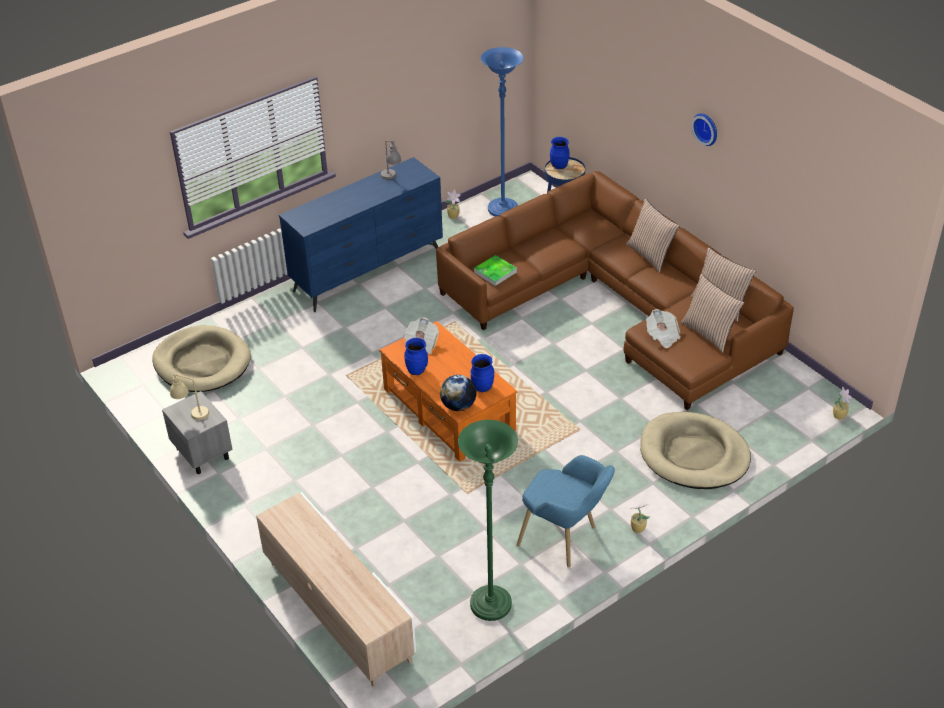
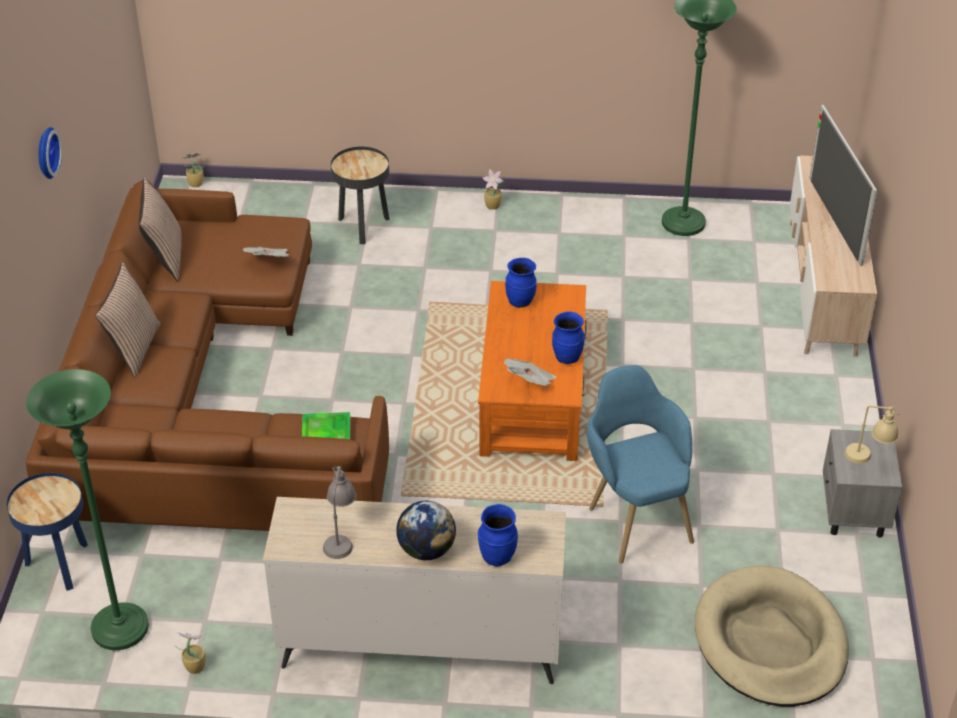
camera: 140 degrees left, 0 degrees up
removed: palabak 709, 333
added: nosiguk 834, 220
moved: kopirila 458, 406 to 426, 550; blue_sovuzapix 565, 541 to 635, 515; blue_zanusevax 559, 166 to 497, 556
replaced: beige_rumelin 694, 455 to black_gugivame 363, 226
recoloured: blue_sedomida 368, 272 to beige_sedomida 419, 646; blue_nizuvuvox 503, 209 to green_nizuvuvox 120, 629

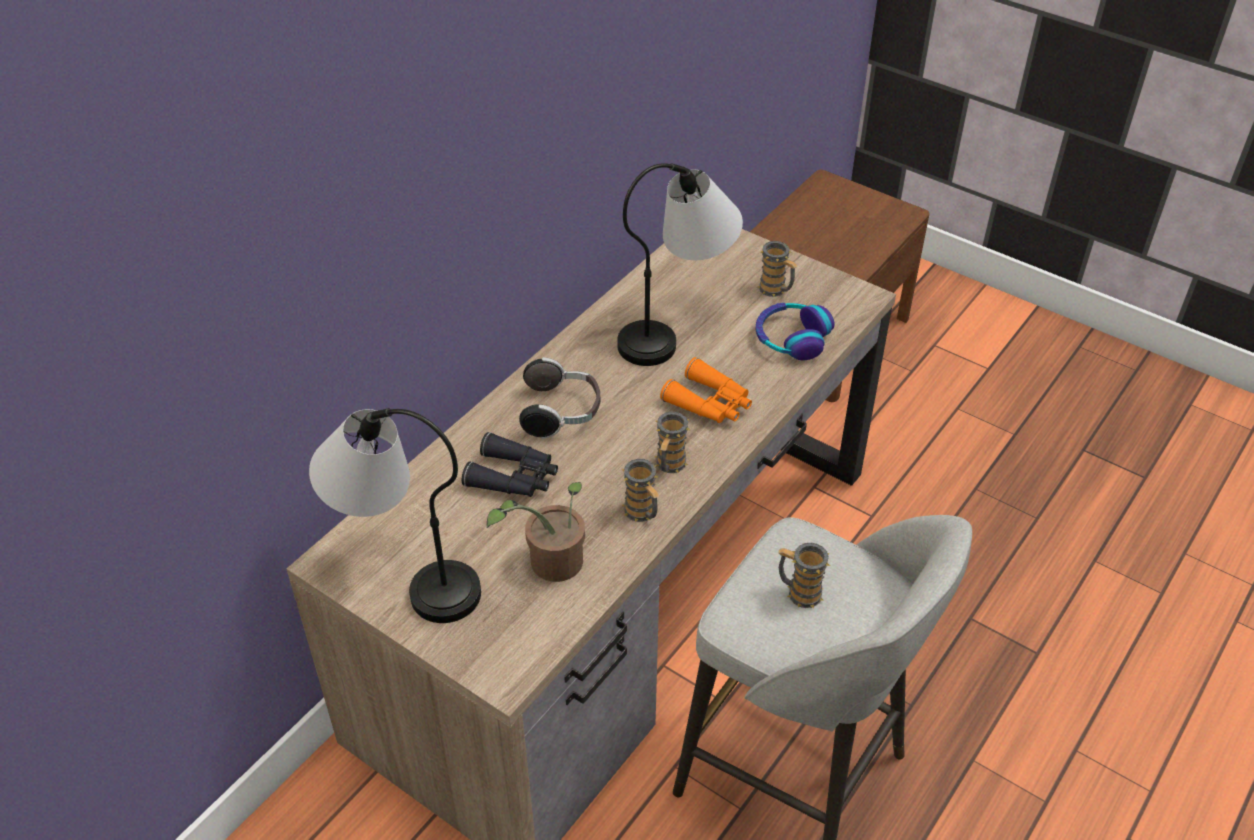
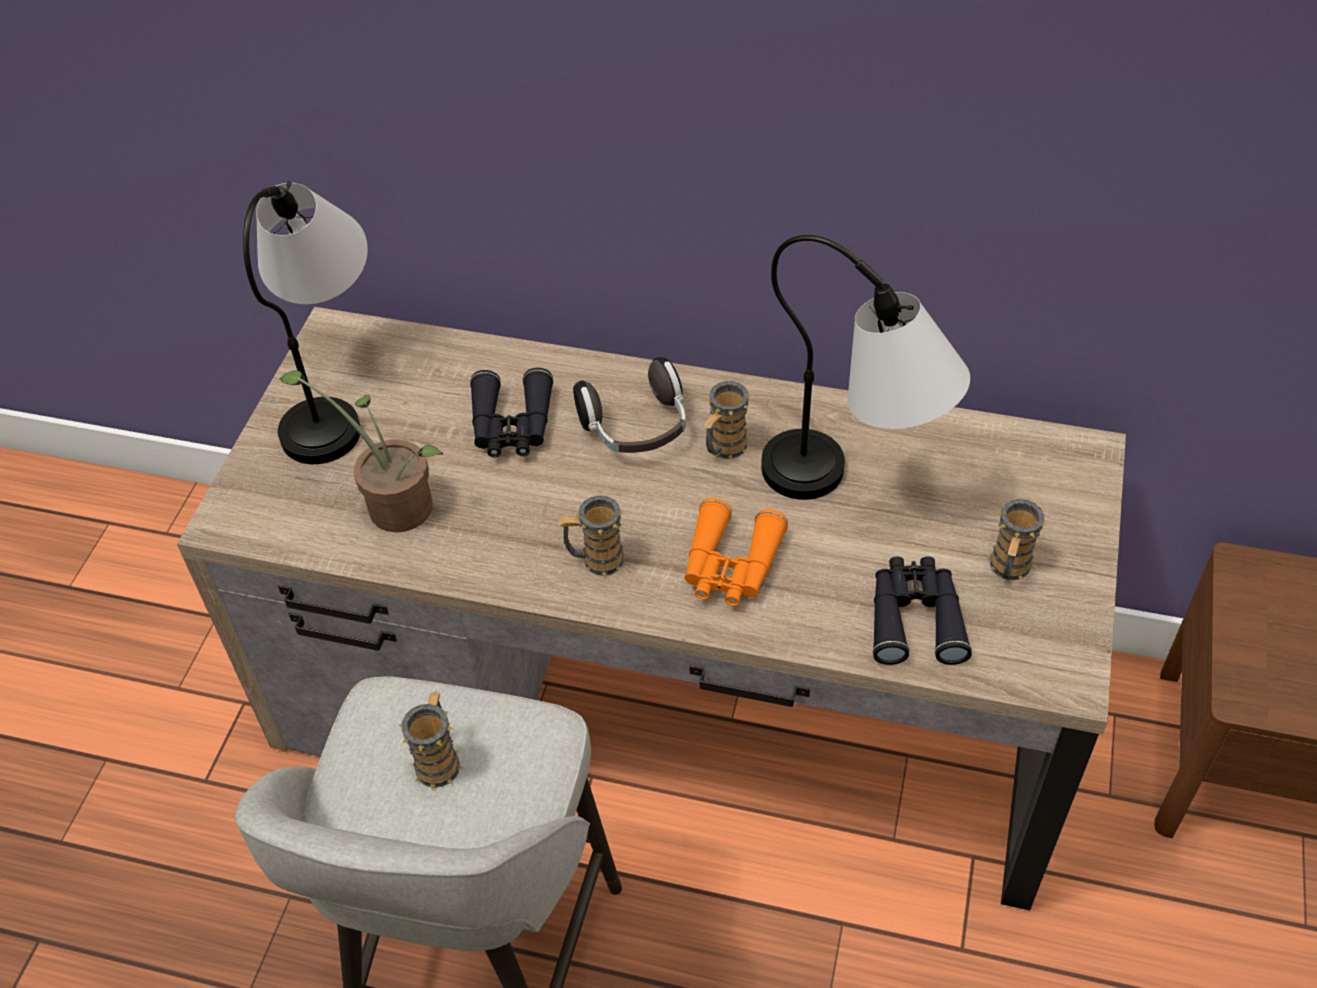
camera: 70 degrees right, 5 degrees up
moved: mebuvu 643, 514 to 724, 449
replaced: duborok 791, 338 to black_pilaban 915, 617

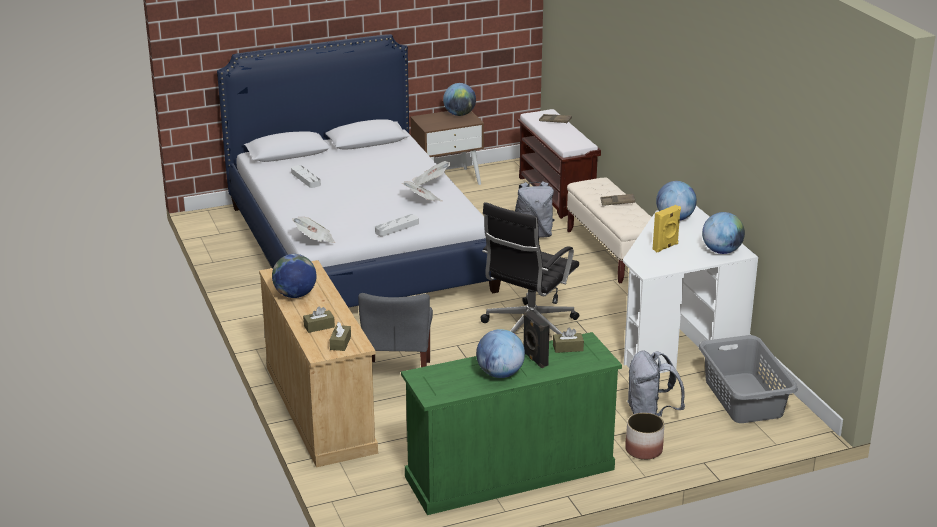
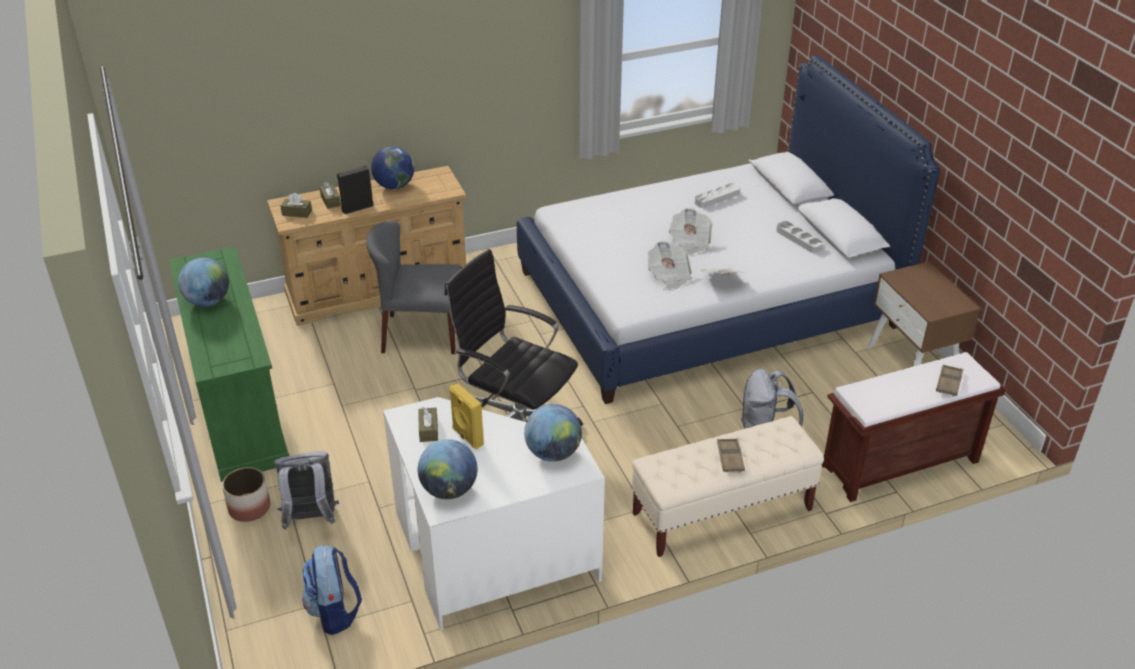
camera: 90 degrees right, 10 degrees up
removed: kopirila 459, 114
moved: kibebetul 315, 240 to 690, 242; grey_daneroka 397, 228 to 798, 239; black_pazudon 534, 359 to 357, 208; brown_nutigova 568, 348 to 428, 430
replaced: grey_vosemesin 744, 397 to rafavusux 335, 612

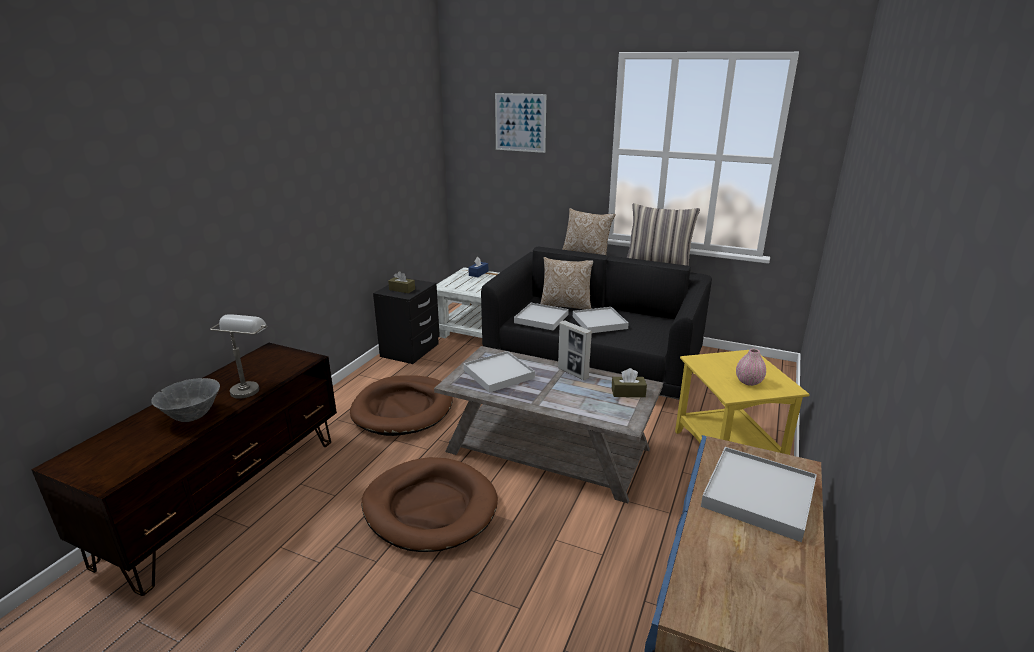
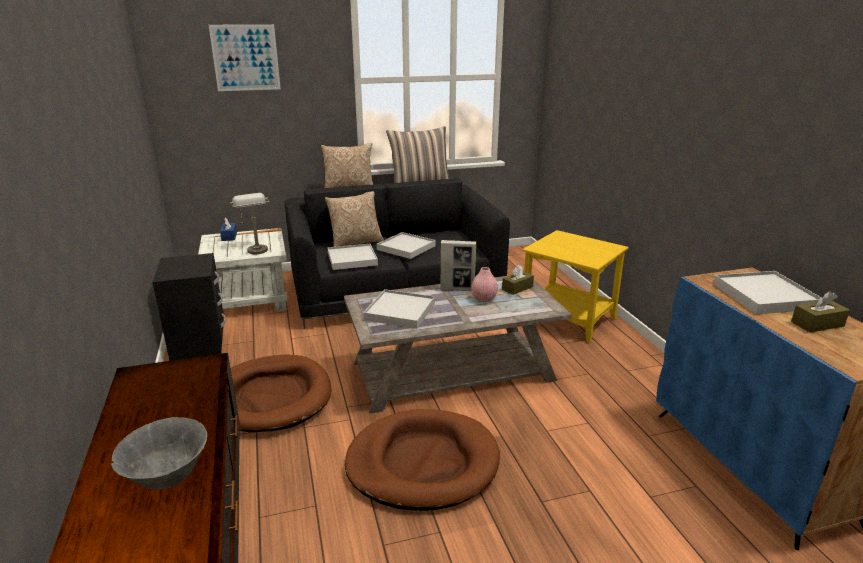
camera: 40 degrees left, 0 degrees up
moved: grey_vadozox 249, 386 to 255, 248; brown_nutigova 402, 289 to 817, 324; pink_zanusevax 748, 382 to 484, 299

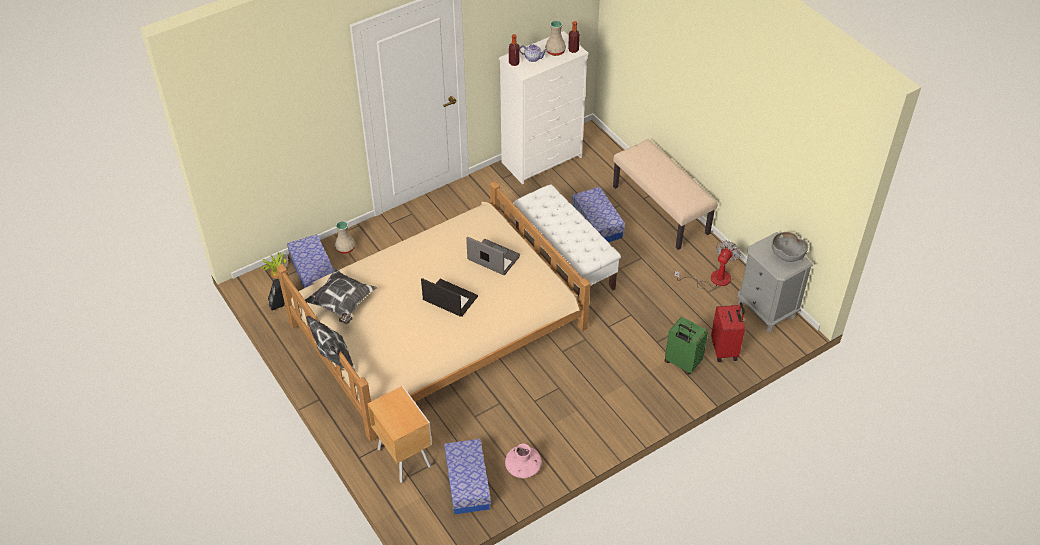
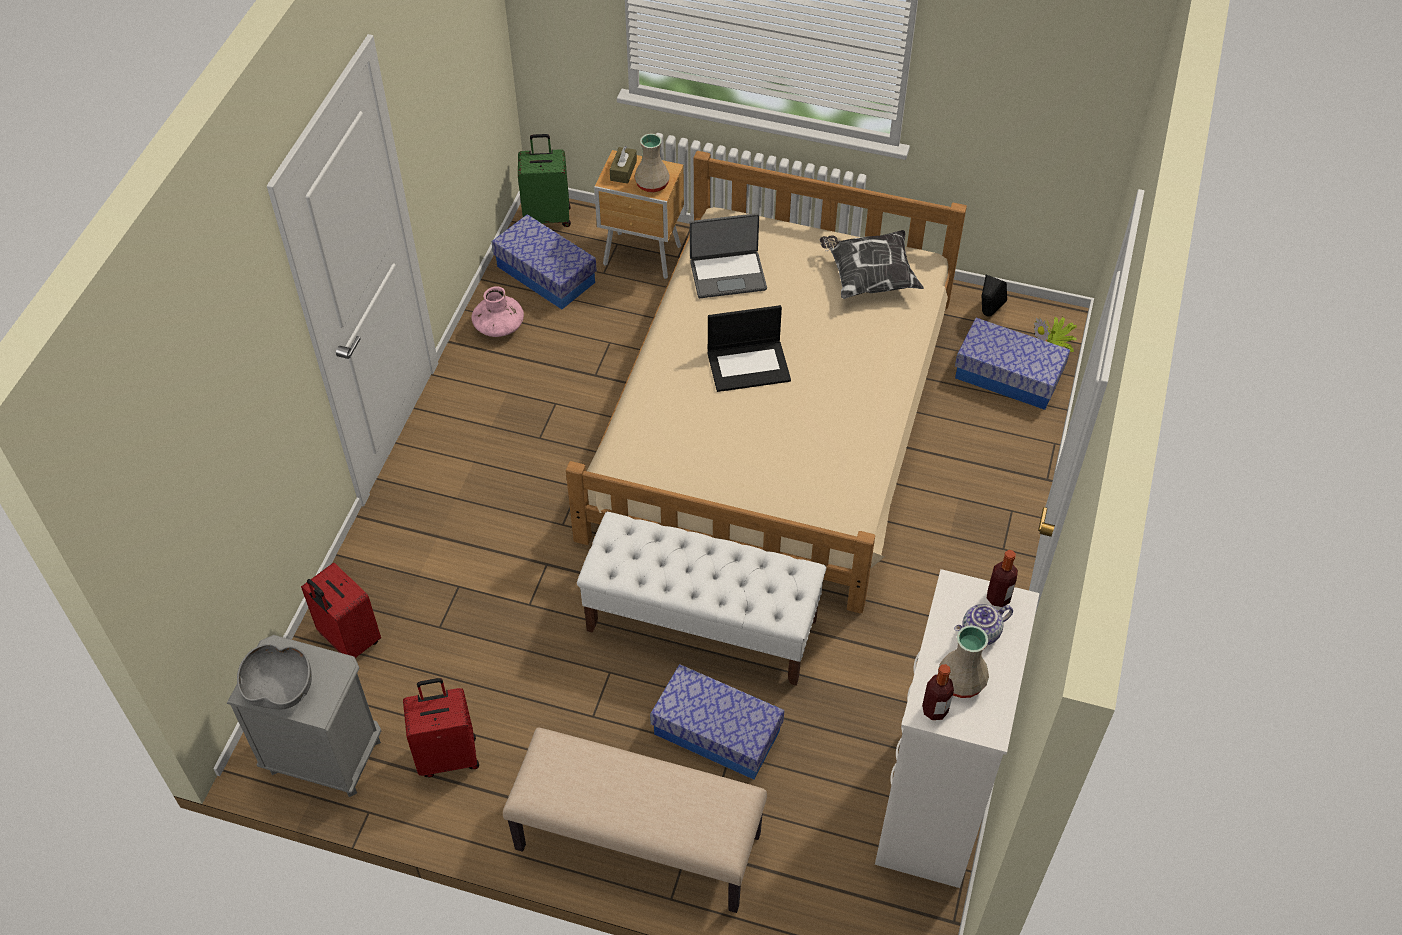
camera: 140 degrees right, 5 degrees up
removed: palabak 334, 361
added: brown_nutigova 623, 170
moved: beige_zanusevax 346, 248 to 652, 185; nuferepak 493, 259 to 728, 274; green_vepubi 682, 363 to 547, 216
replaced: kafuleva 712, 279 to red_vepubi 448, 755

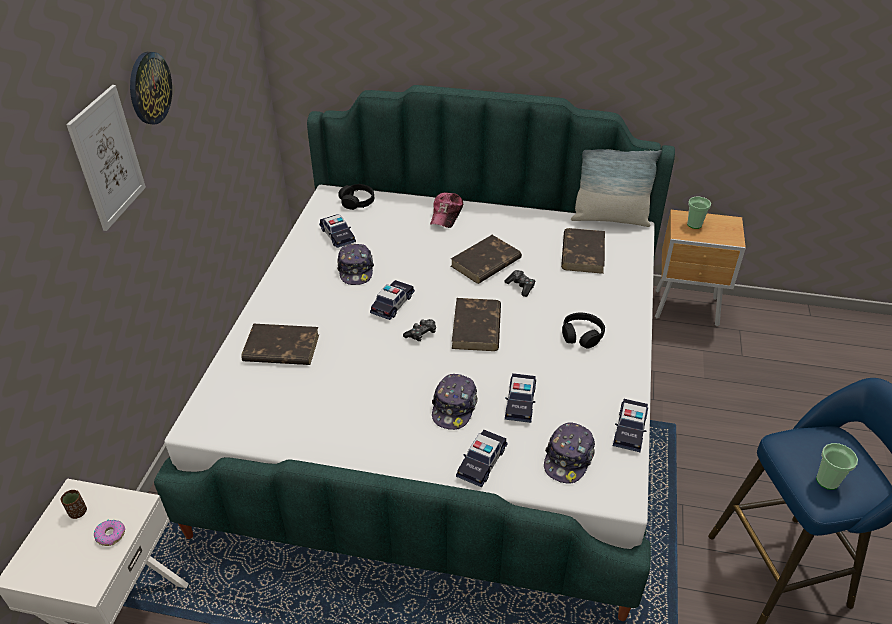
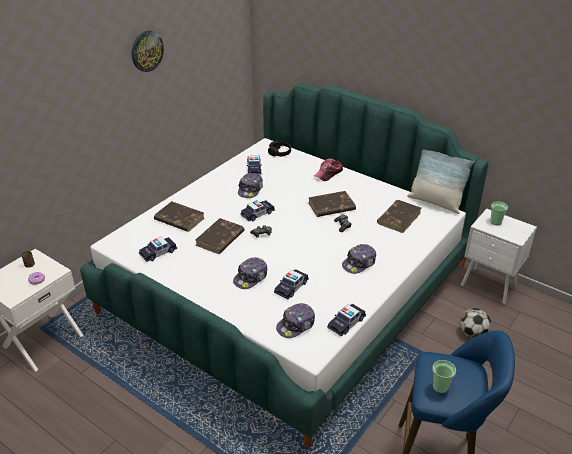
camera: 25 degrees right, 5 degrees down
removed: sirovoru 107, 158
added: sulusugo 472, 333
moved: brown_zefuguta 476, 328 to 220, 238; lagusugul 482, 462 to 158, 252
replaced: black_duborok 582, 335 to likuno 359, 263
recoloured: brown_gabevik 688, 309 to white_gabevik 489, 287

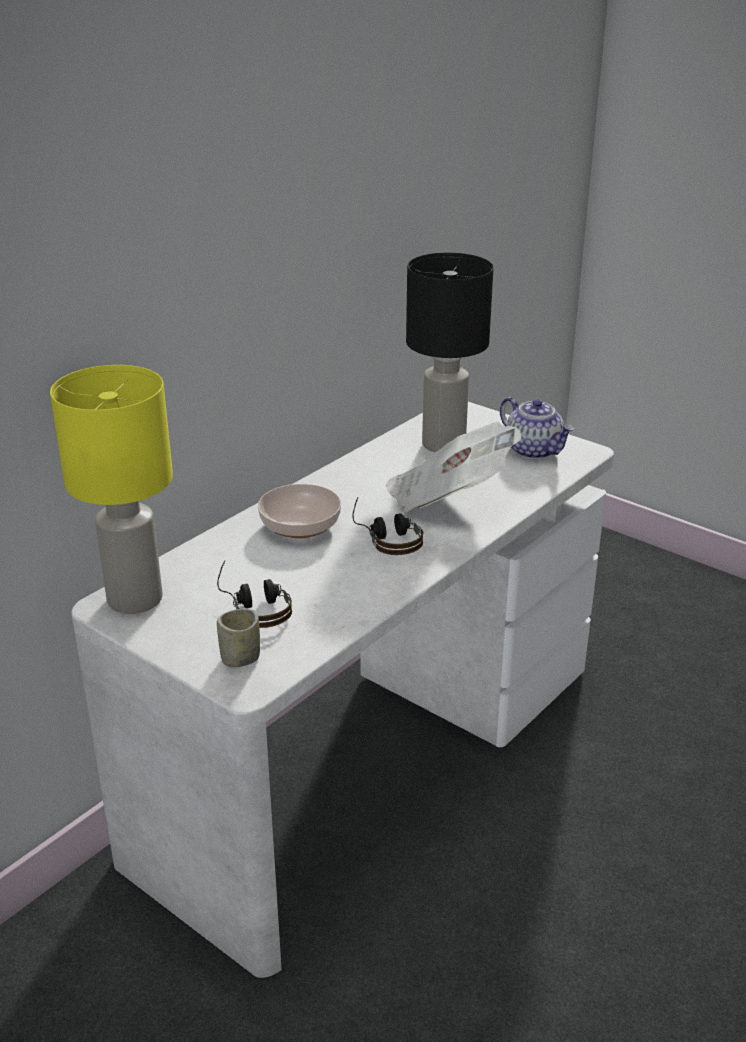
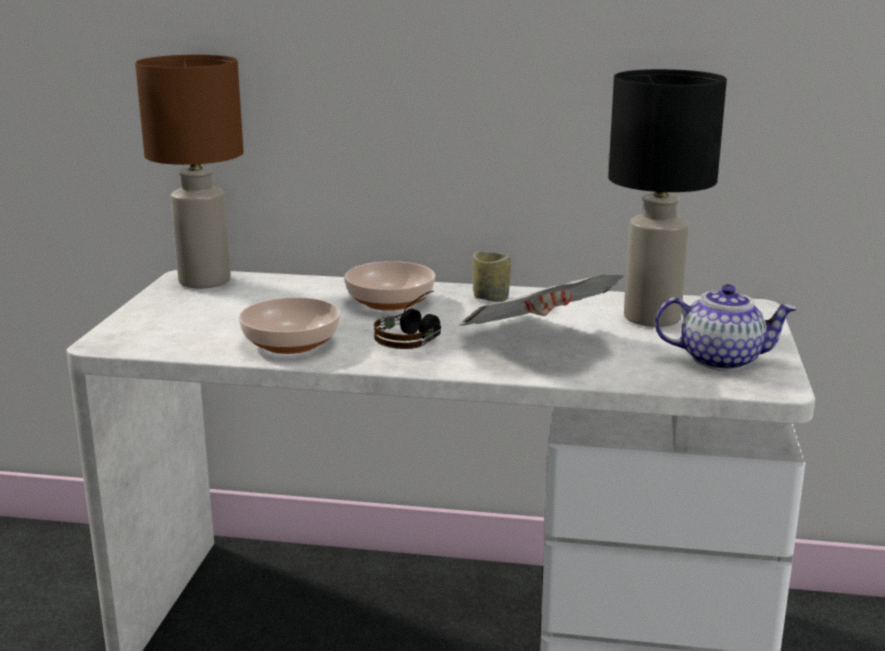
camera: 60 degrees right, 10 degrees down
removed: duborok 255, 605
added: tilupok 290, 343
moved: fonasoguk 240, 658 to 491, 298
recoloured: yellow_vadozox 135, 600 to brown_vadozox 203, 281
turned: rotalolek 534, 450 = 721, 360 105 degrees counterclockwise

